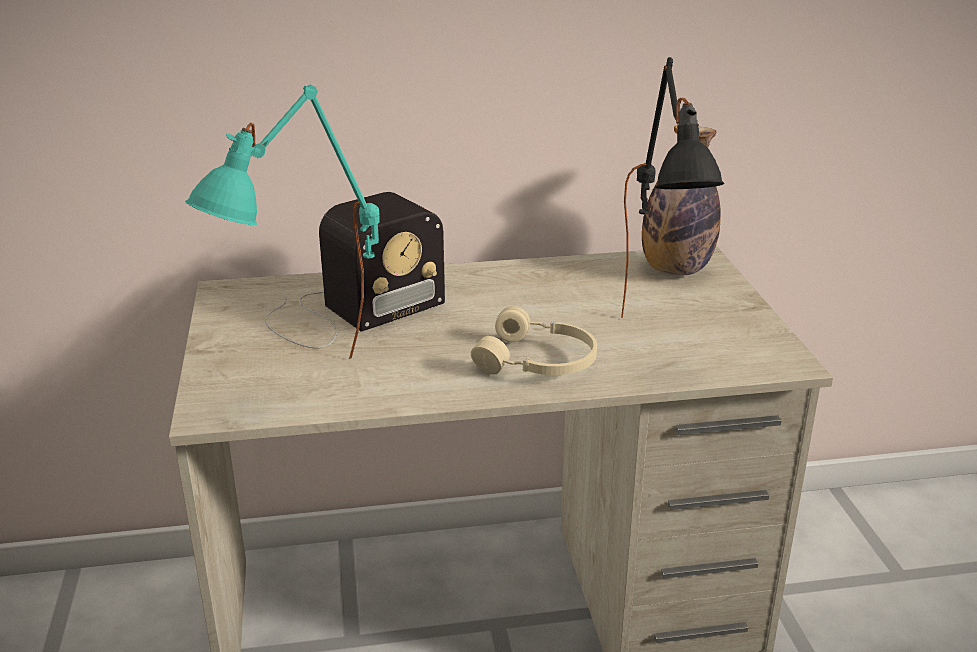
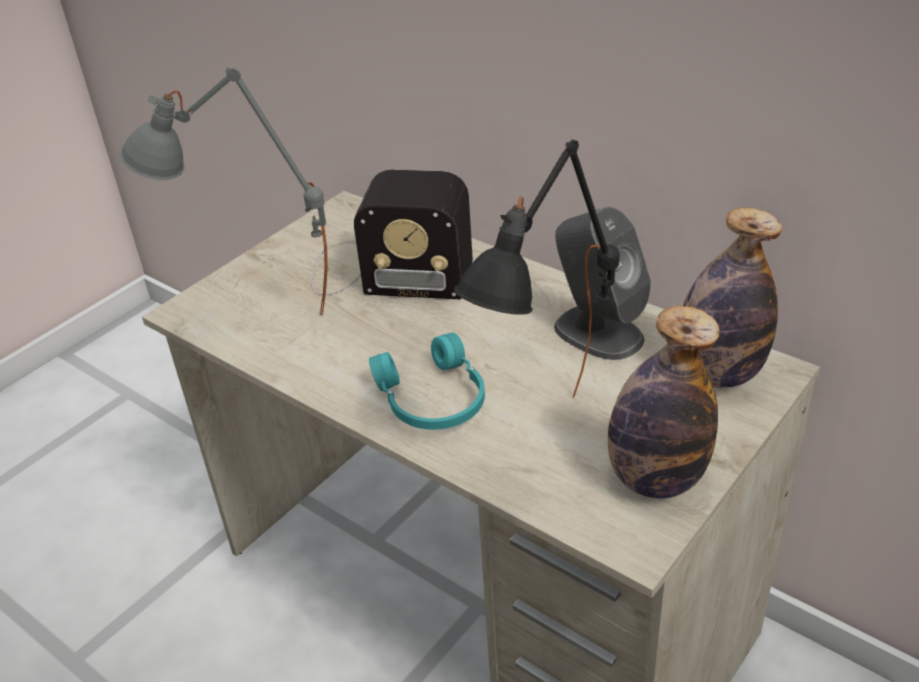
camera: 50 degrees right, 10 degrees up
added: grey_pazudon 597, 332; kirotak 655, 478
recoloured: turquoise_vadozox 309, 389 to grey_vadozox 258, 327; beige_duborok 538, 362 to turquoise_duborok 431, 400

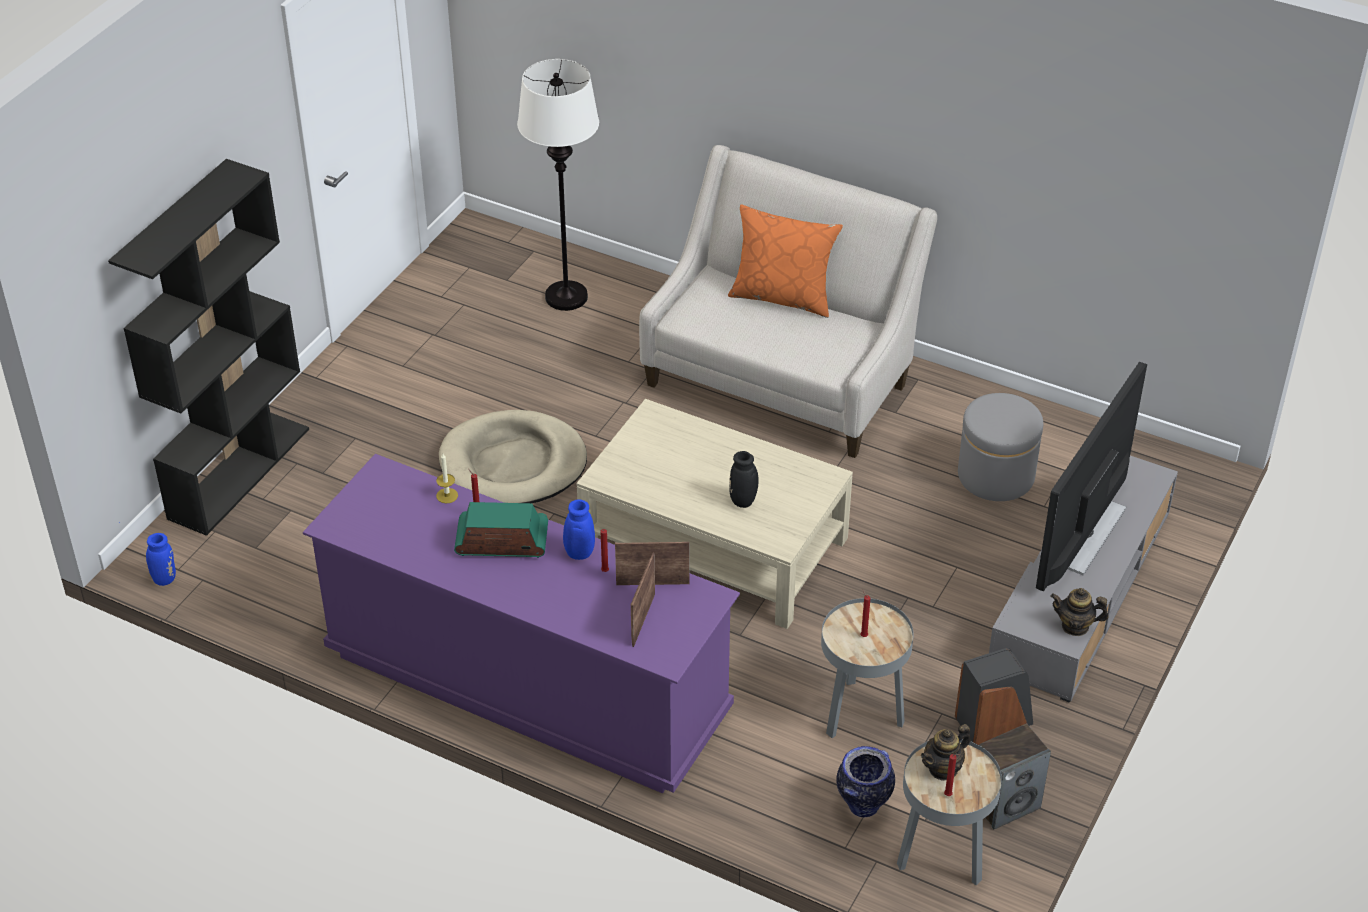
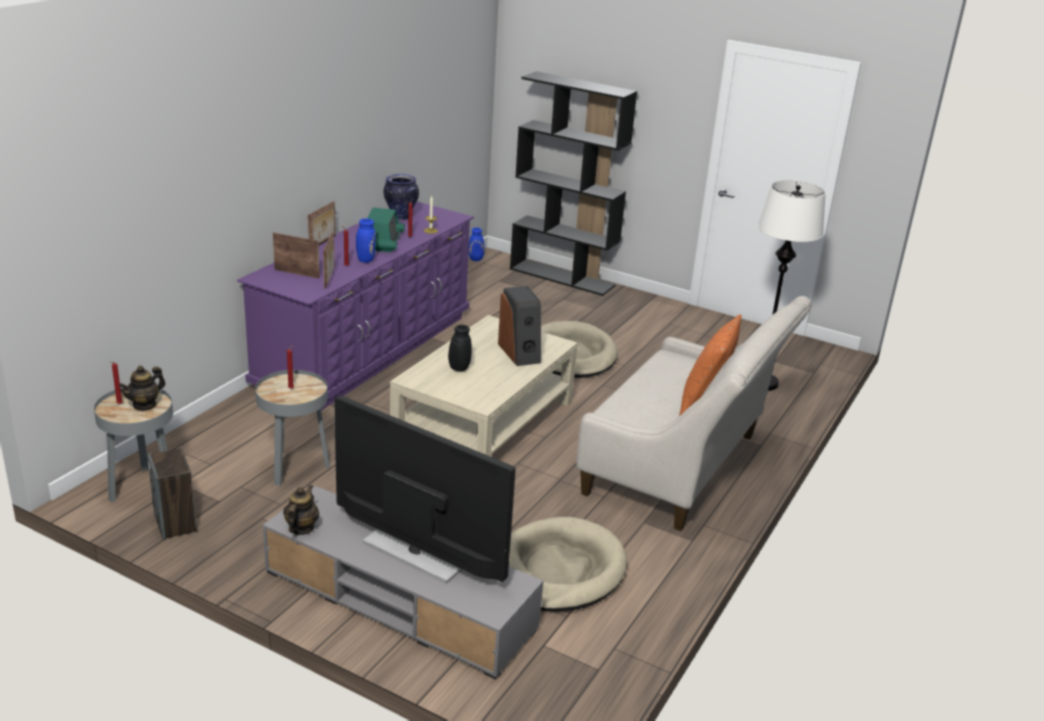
camera: 90 degrees right, 15 degrees down
added: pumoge 323, 243
moved: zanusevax 863, 807 to 400, 217; pazudon 993, 722 to 520, 353
replaced: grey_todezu 996, 476 to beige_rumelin 558, 570
turned: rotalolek 943, 768 = 145, 405 105 degrees counterclockwise

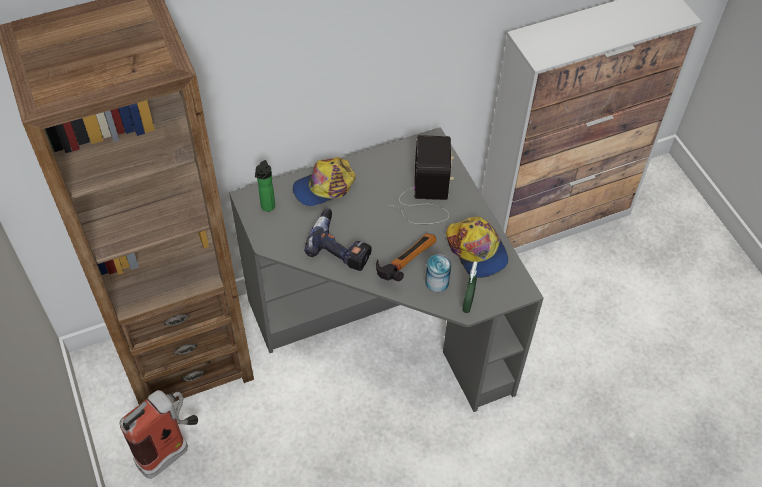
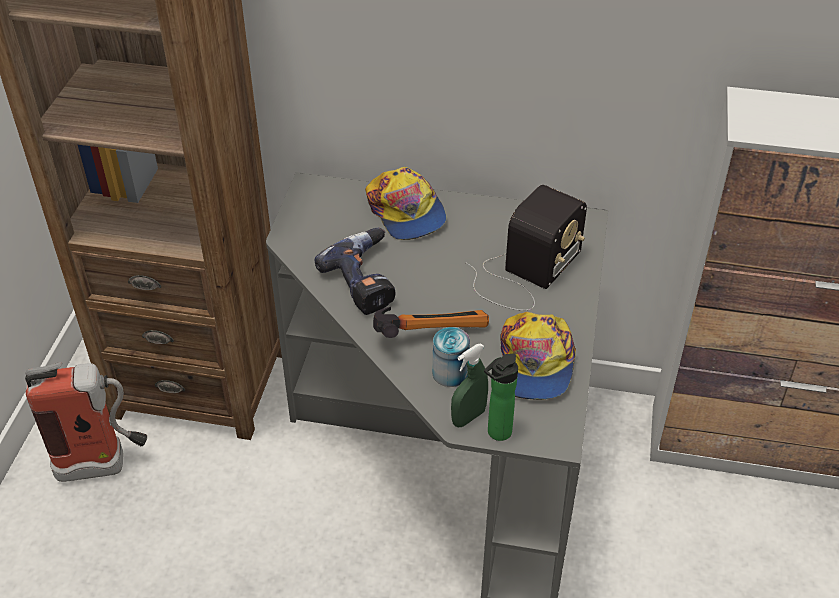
camera: 35 degrees right, 10 degrees down
moved: kirotak 267, 208 to 496, 434
turned: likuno 324, 187 = 406, 212 120 degrees counterclockwise

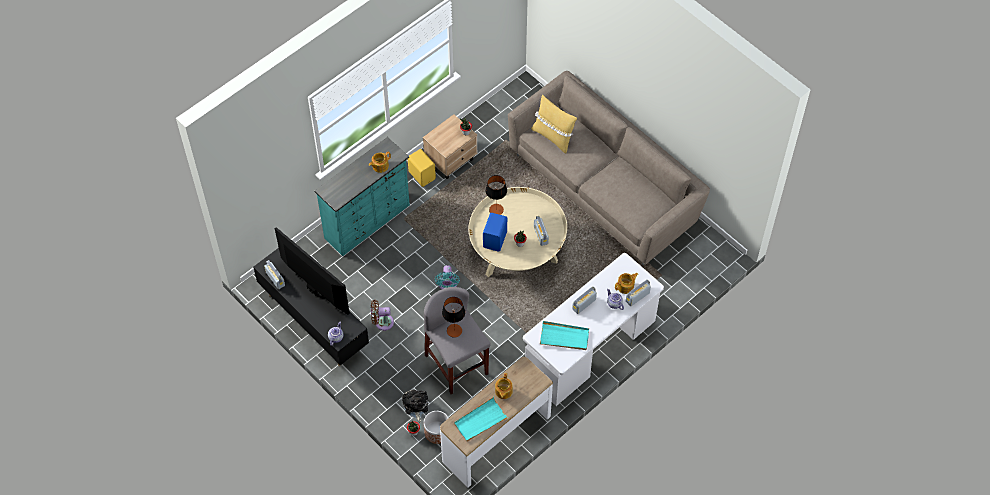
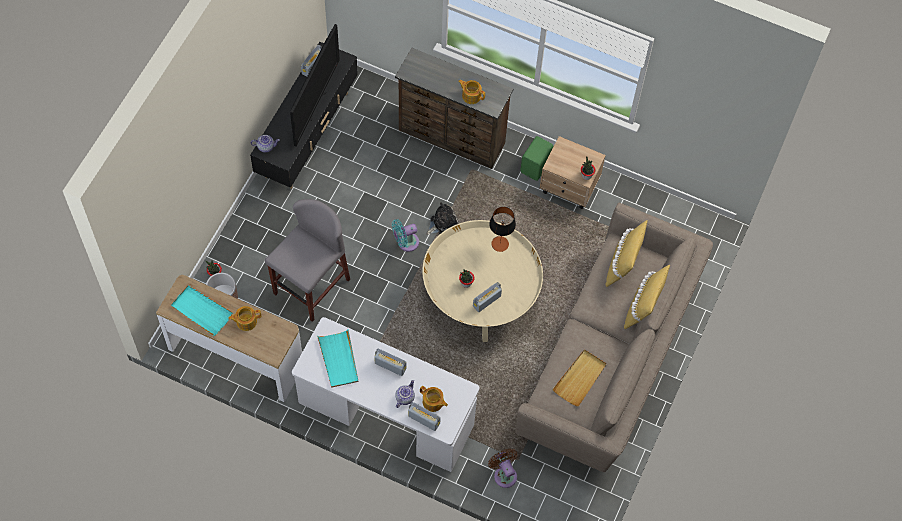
camera: 65 degrees right, 5 degrees up
removed: vadozox 454, 330; blue_pazudon 496, 239
added: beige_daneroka 580, 378; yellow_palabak 643, 308
moved: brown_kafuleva 382, 322 to 504, 474; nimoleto 415, 406 to 443, 223
recoloured: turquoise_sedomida 368, 222 to brown_sedomida 451, 138; yellow_pazudon 422, 175 to green_pazudon 536, 166

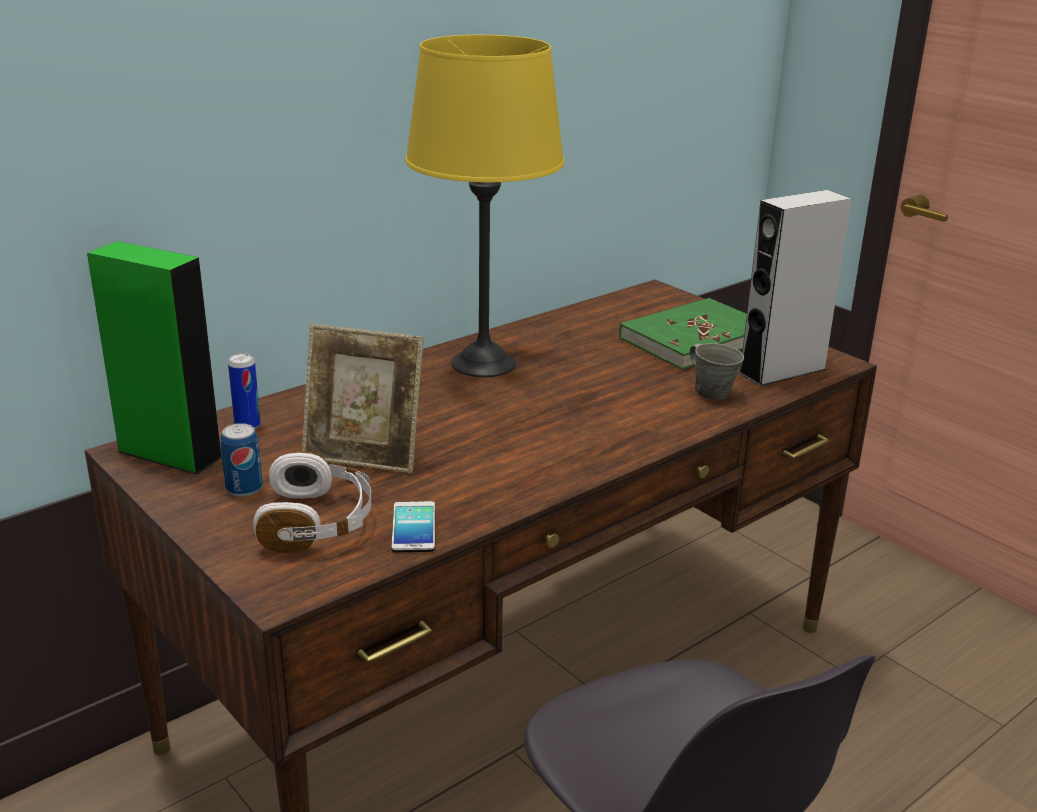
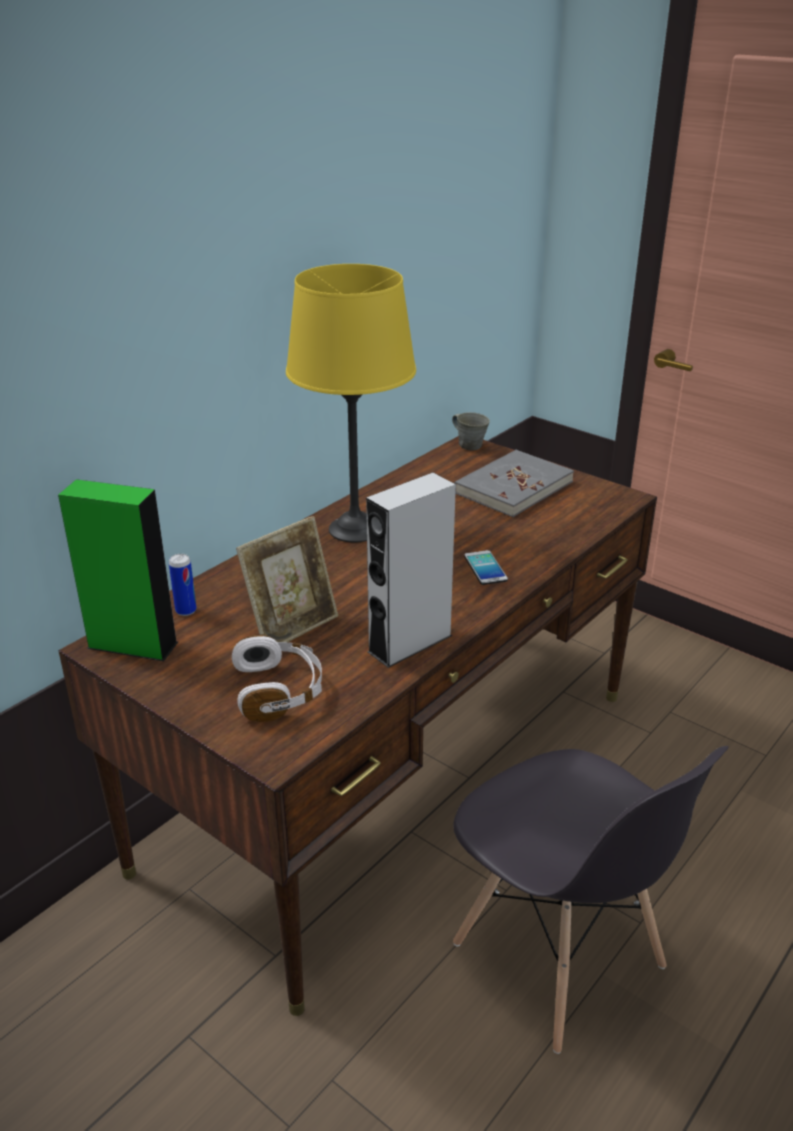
camera: 10 degrees left, 5 degrees up
removed: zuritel 244, 488
moved: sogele 414, 528 to 485, 568; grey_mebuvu 711, 391 to 469, 445; grey_pazudon 782, 371 to 410, 643
recoloured: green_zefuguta 695, 339 to grey_zefuguta 513, 487
turned: pumoge 364, 456 = 292, 627 45 degrees counterclockwise

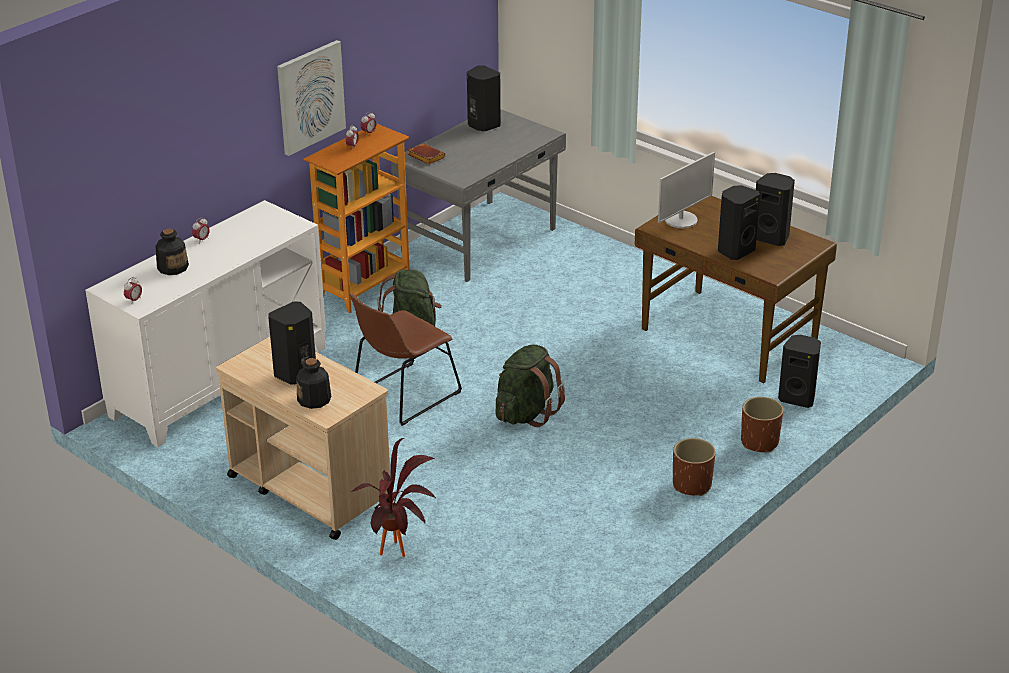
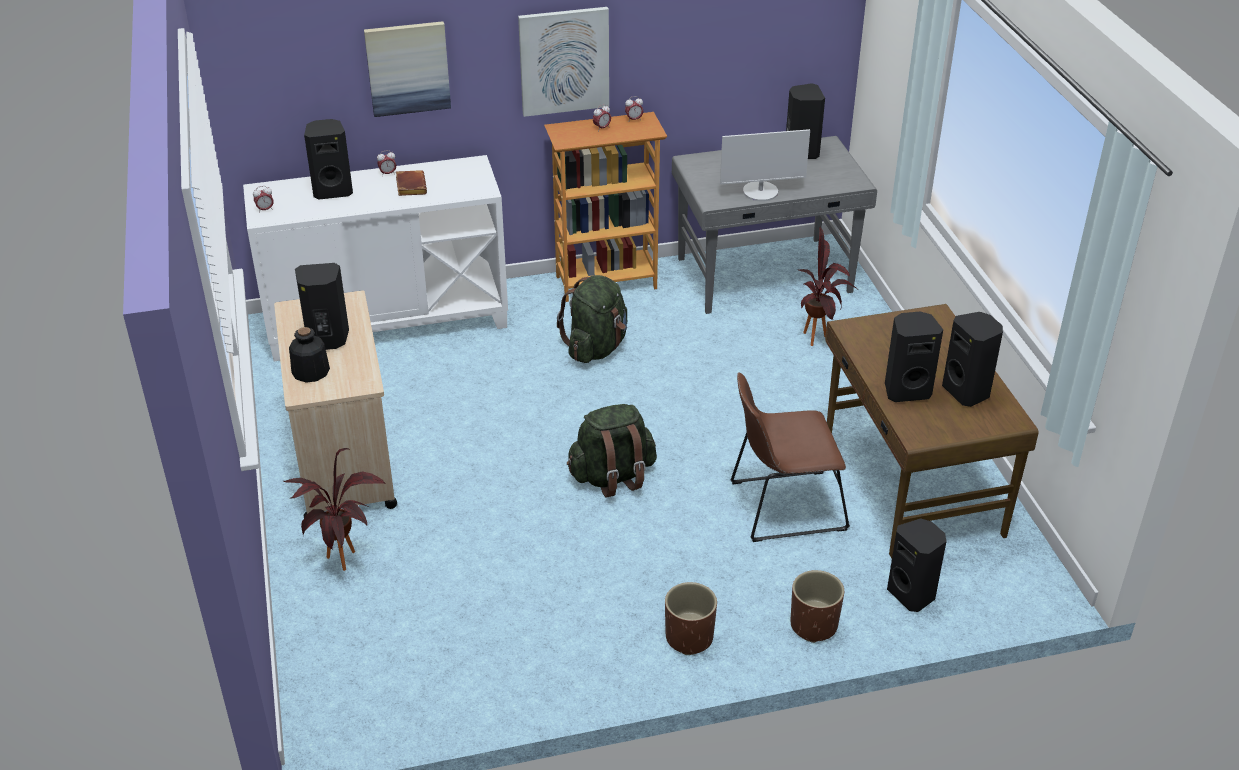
camera: 35 degrees right, 5 degrees up
added: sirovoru 408, 68; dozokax 820, 336
moved: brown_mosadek 403, 396 to 782, 506; brown_zefuguta 425, 157 to 410, 186; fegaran 681, 220 to 760, 192
replaced: kirotak 173, 267 to black_pazudon 333, 191

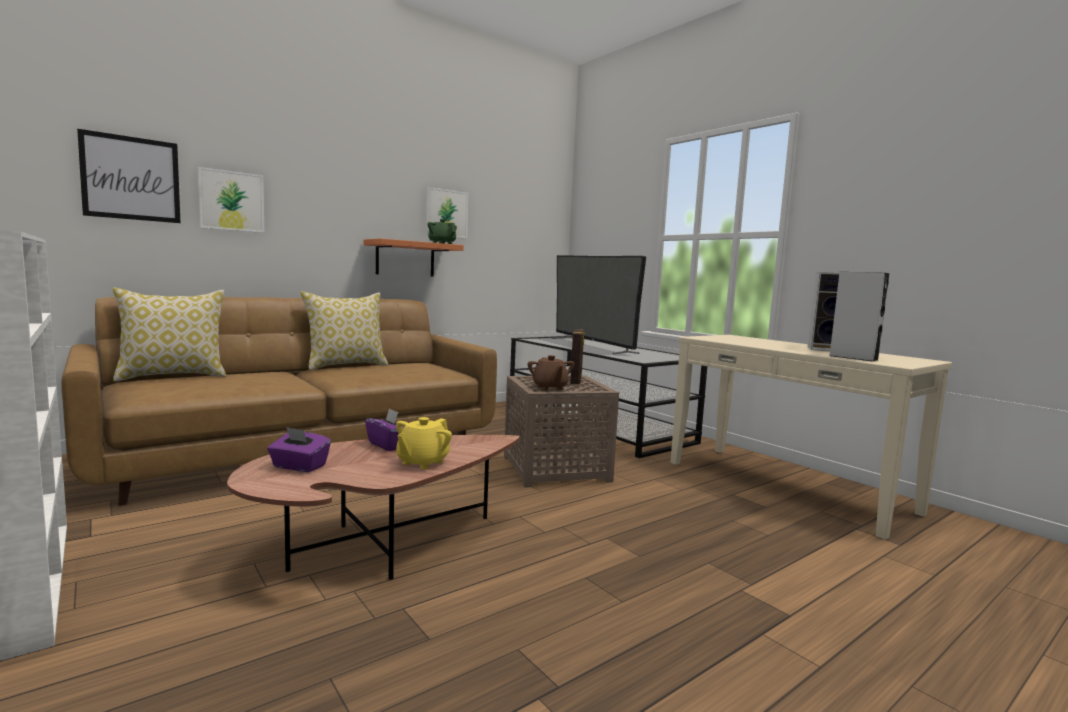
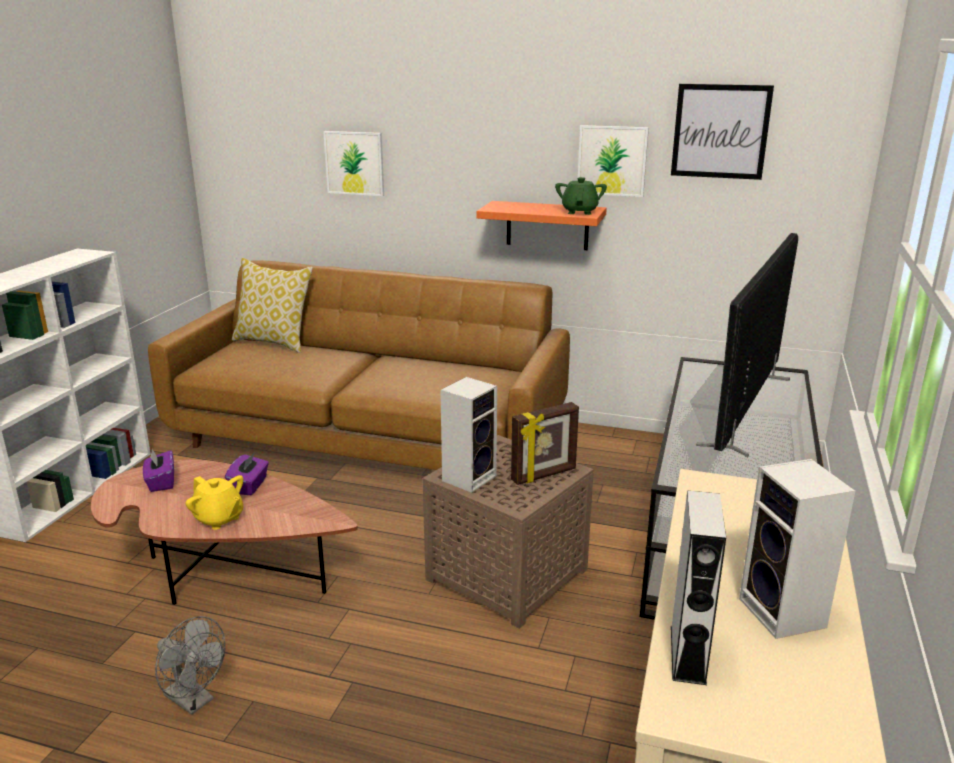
camera: 55 degrees right, 15 degrees up
removed: palabak 346, 366
added: grey_kafuleva 194, 701
moved: sirovoru 131, 178 to 720, 131
replaced: brown_rotalolek 549, 388 to pazudon 469, 477
turned: yellow_rotalolek 422, 462 = 219, 519 135 degrees counterclockwise

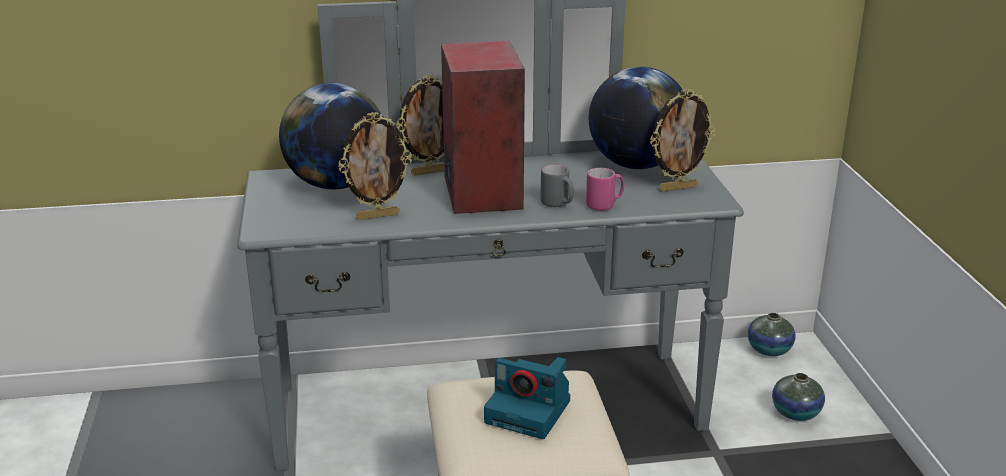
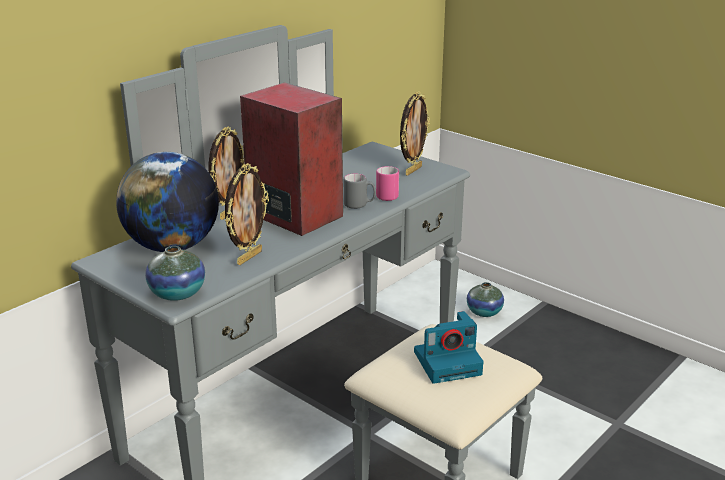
camera: 40 degrees left, 0 degrees up
removed: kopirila 636, 165
moved: zanusevax 769, 350 to 177, 293

